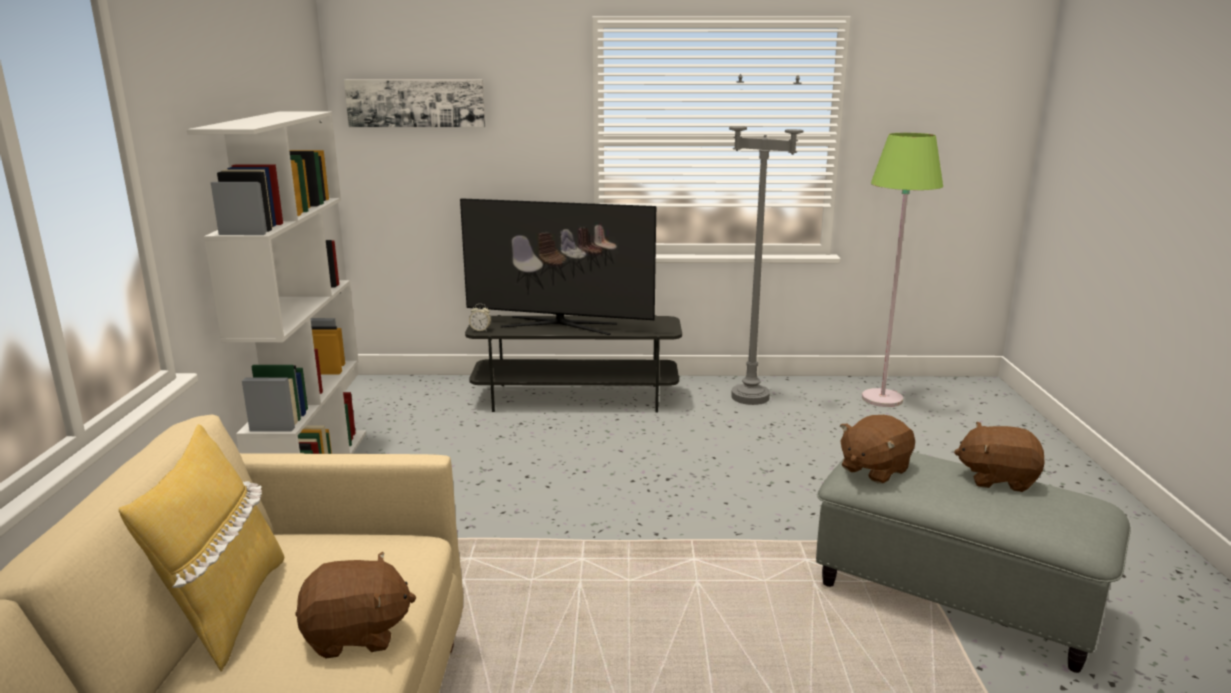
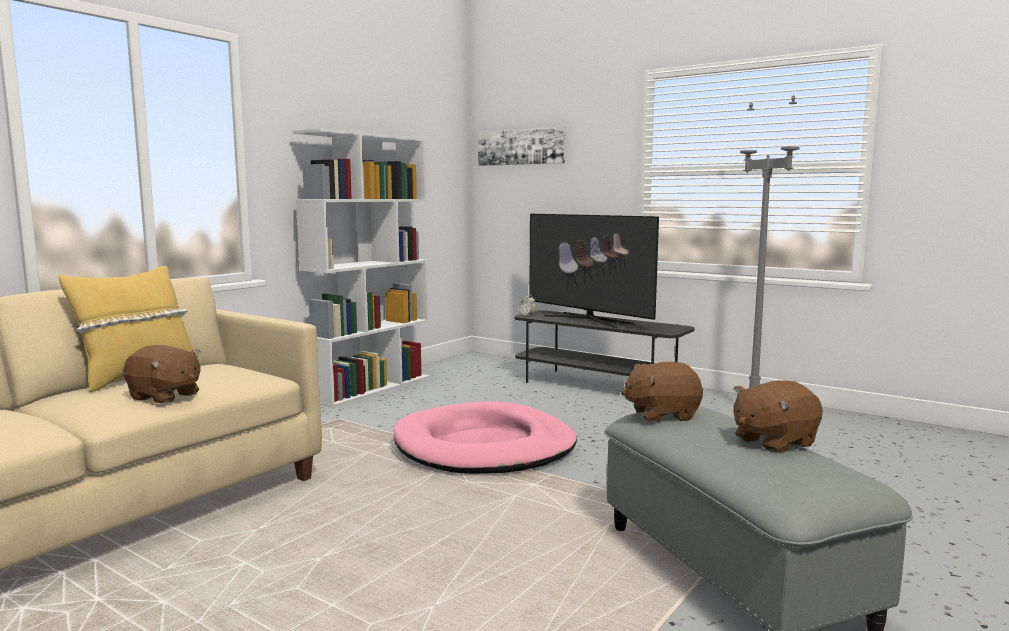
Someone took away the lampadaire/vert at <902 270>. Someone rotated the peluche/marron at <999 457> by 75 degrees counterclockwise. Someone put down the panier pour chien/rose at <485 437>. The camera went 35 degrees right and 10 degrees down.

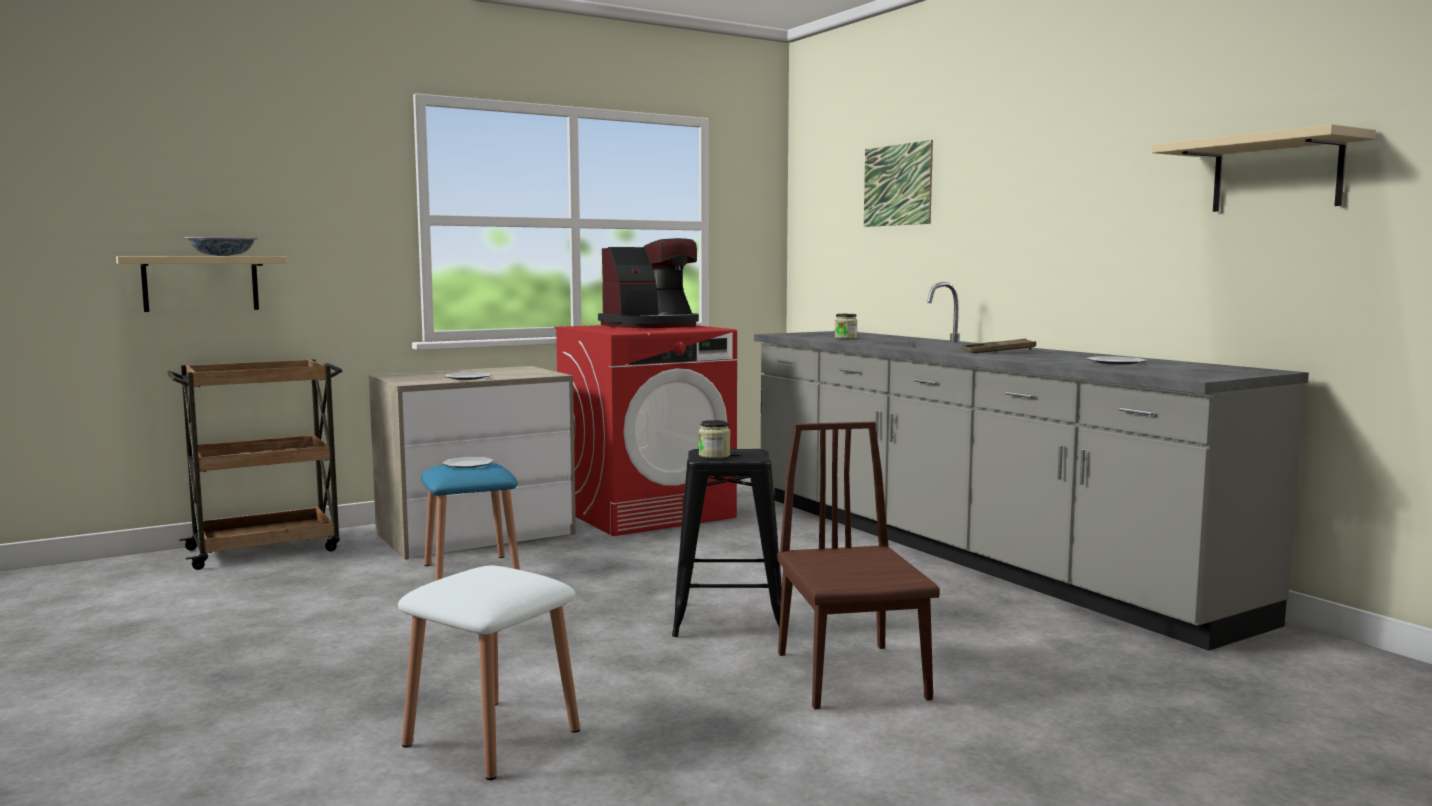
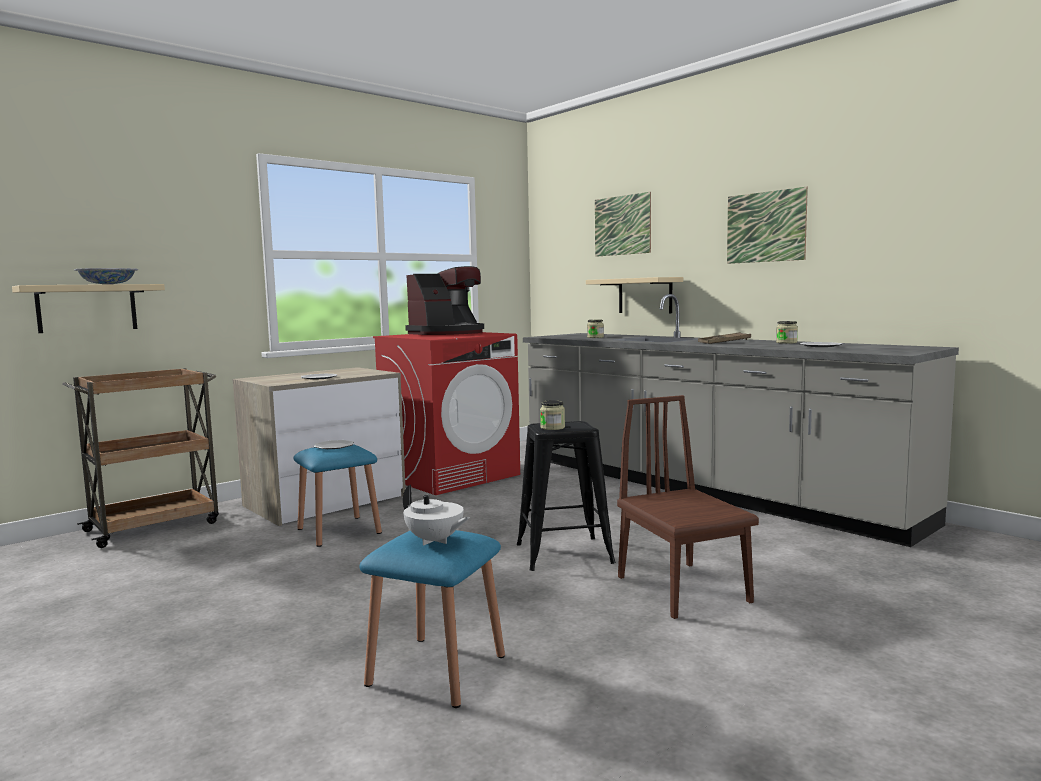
Someone carried the étagère/beige from <1264 168> to <634 295>. Someone repainted the tabouret/blanc at <489 673>, which became the tabouret/bleu at <432 619>. Someone put up the tableau at <767 225>. Someone put down the bocal at <787 332>. Someone put down the théière/blanc at <436 515>. The camera went 10 degrees left and 0 degrees up.

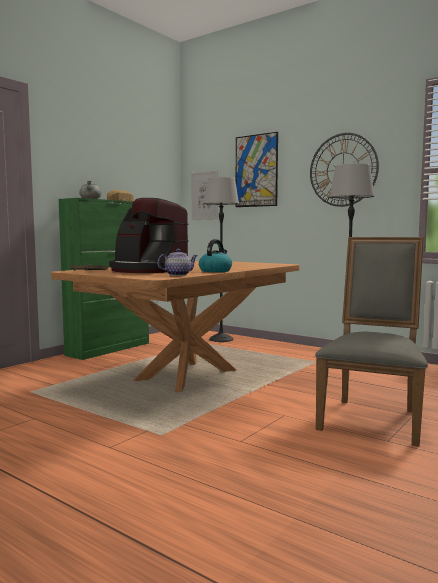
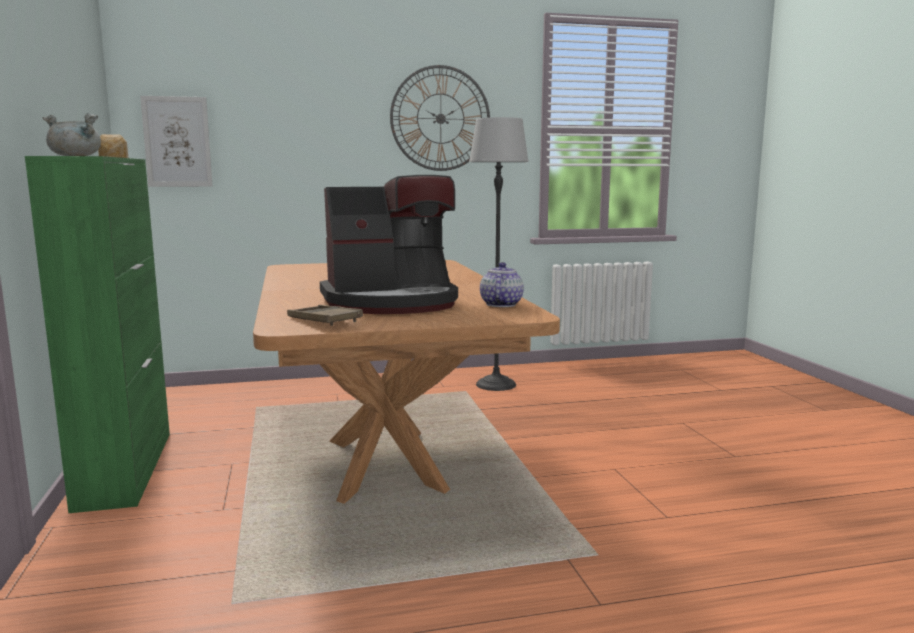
Someone took away the tableau at <256 169>. Someone took away the lampadaire at <221 259>. Someone took away the chaise/gris at <371 341>. Someone took away the bouilloire at <215 255>. The camera went 50 degrees left and 5 degrees up.

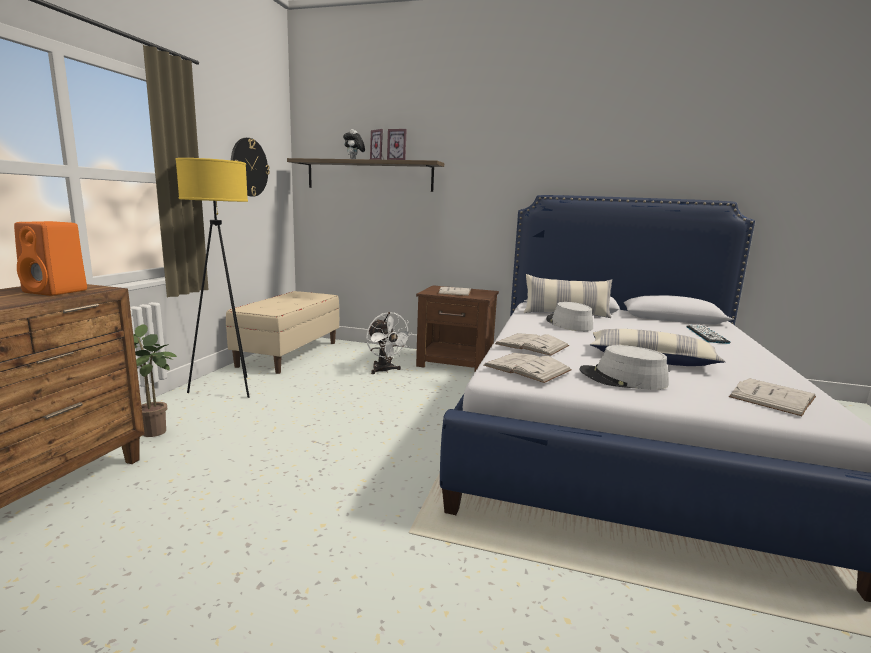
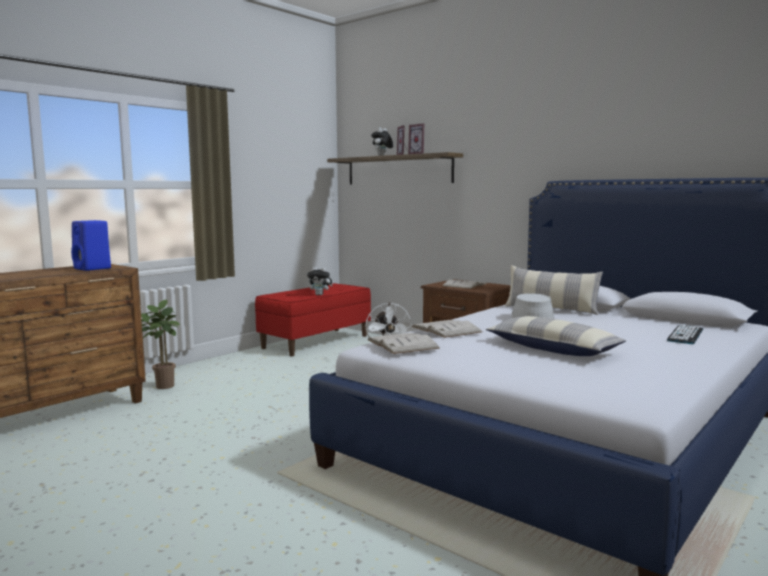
Someone took away the horloge murale at <250 167>. Someone took away the lampadaire/jaune at <212 278>. Someone repainted the enceinte/orange at <50 258>, which became the enceinte/bleu at <91 245>. Someone repainted the banc/beige at <282 332>, which became the banc/rouge at <313 319>. Someone took away the chapeau/gris at <624 367>. Someone took away the livre/blanc at <772 397>. Someone put down the peluche at <320 281>. The camera went 25 degrees right and 5 degrees down.

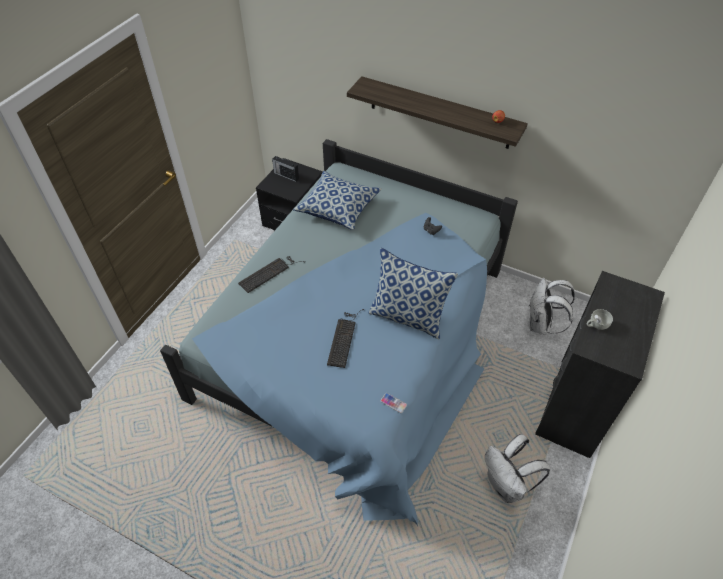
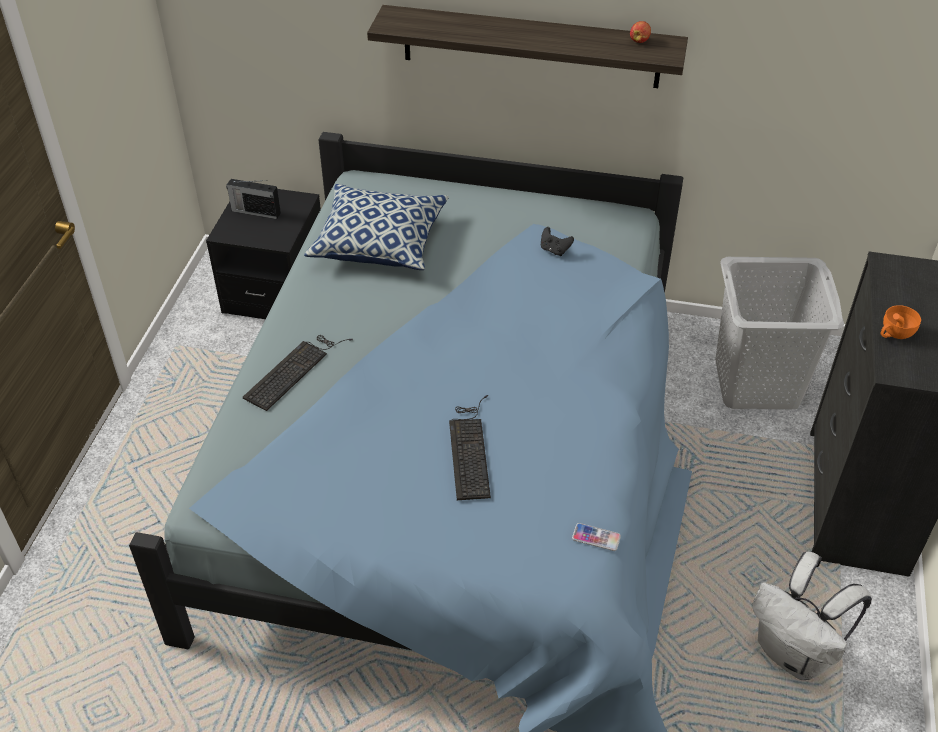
Someone took away the coussin at <413 294>. Someone swapped the sac à dos/blanc at <552 306> for the panier à linge/gris at <779 333>. Someone repainted the tasse/blanc at <600 319>, which became the tasse/orange at <901 322>. The camera went 15 degrees left and 5 degrees down.

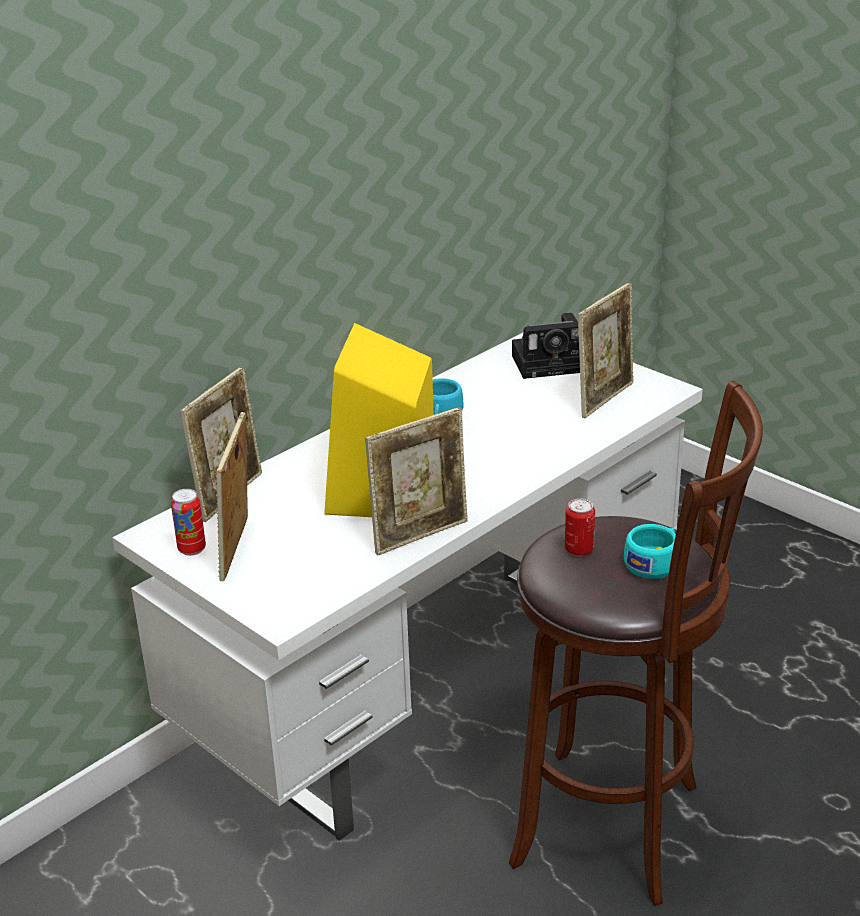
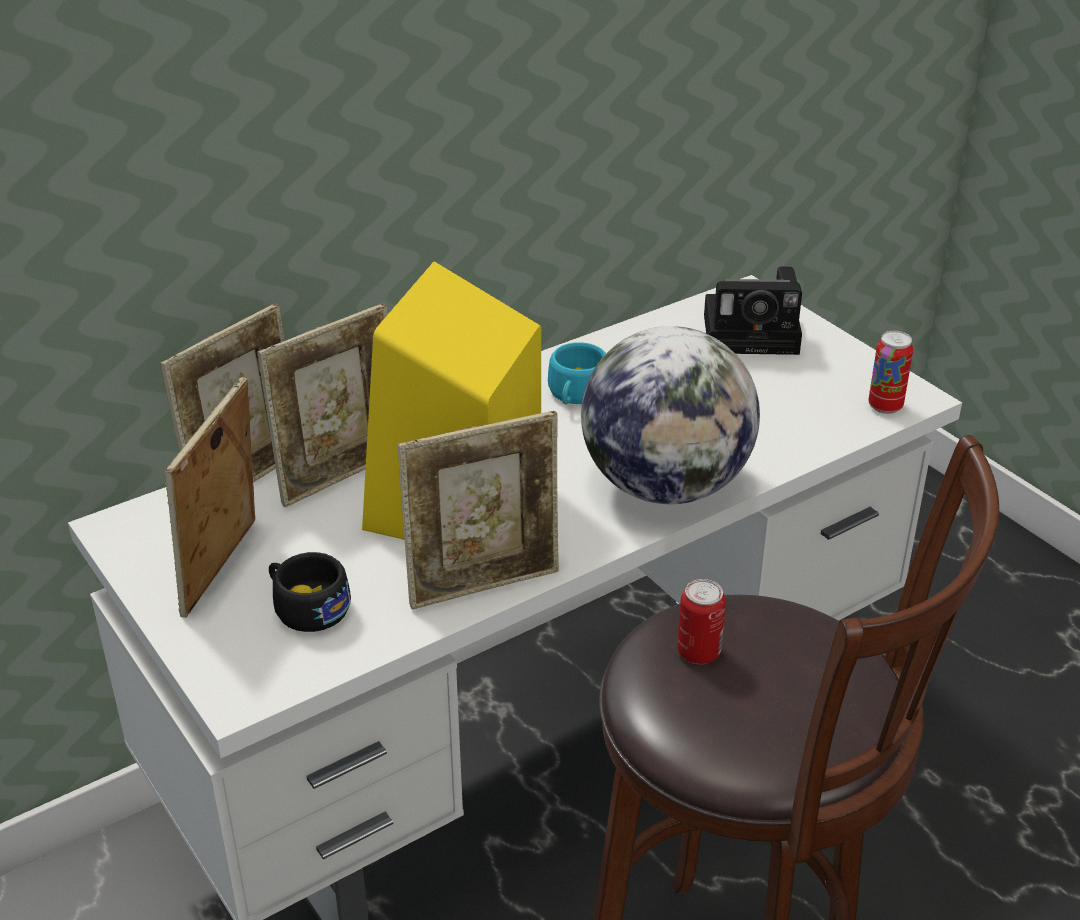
Someone carried the cadre photo from <606 350> to <322 405>. Someone carried the boîte métallique from <188 522> to <890 372>. Someone took away the tasse/turquoise at <650 551>. Someone put down the globe at <670 415>. Someone put down the tasse/noir at <310 592>. The camera went 10 degrees right and 5 degrees up.

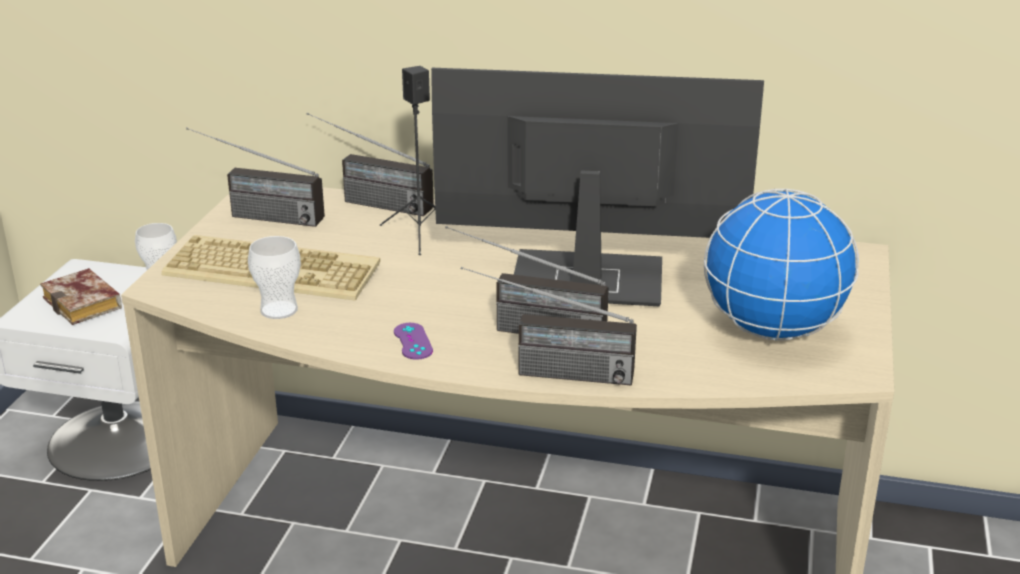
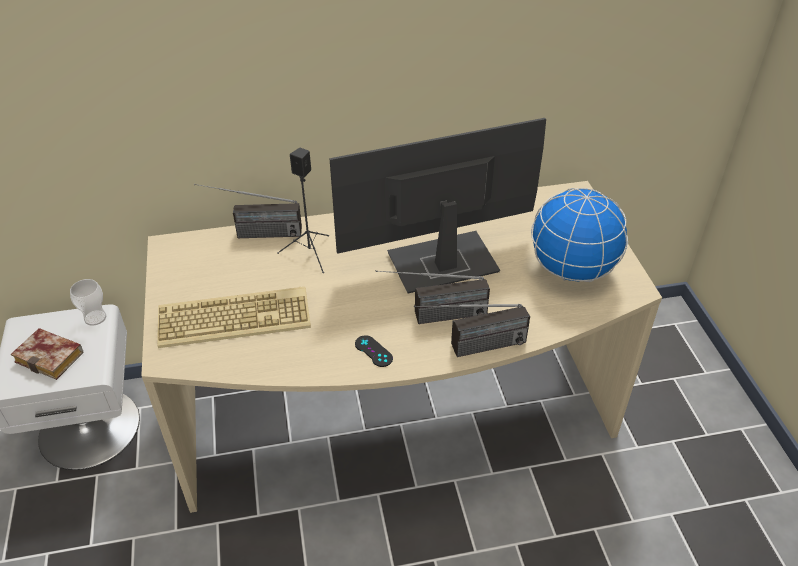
Someone took away the radio at <255 177>. Someone took away the tasse at <274 277>. Someone repainted the manette/violet at <413 341>, which became the manette/noir at <374 351>. The camera went 25 degrees left and 15 degrees up.

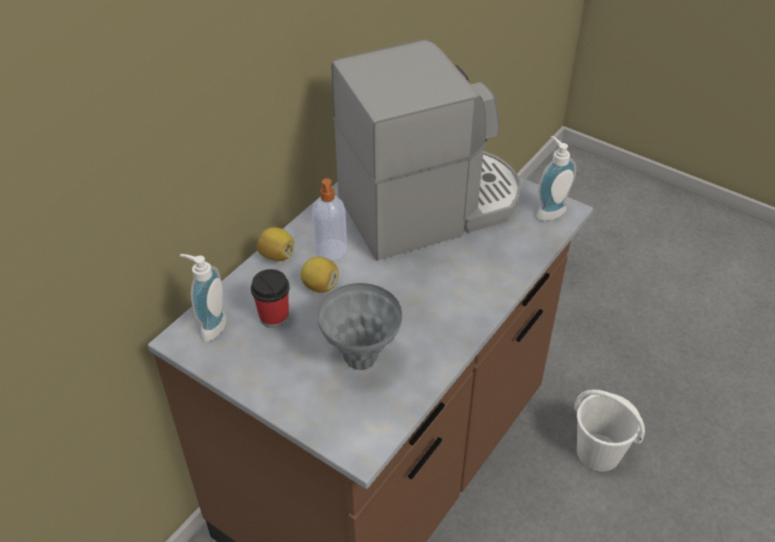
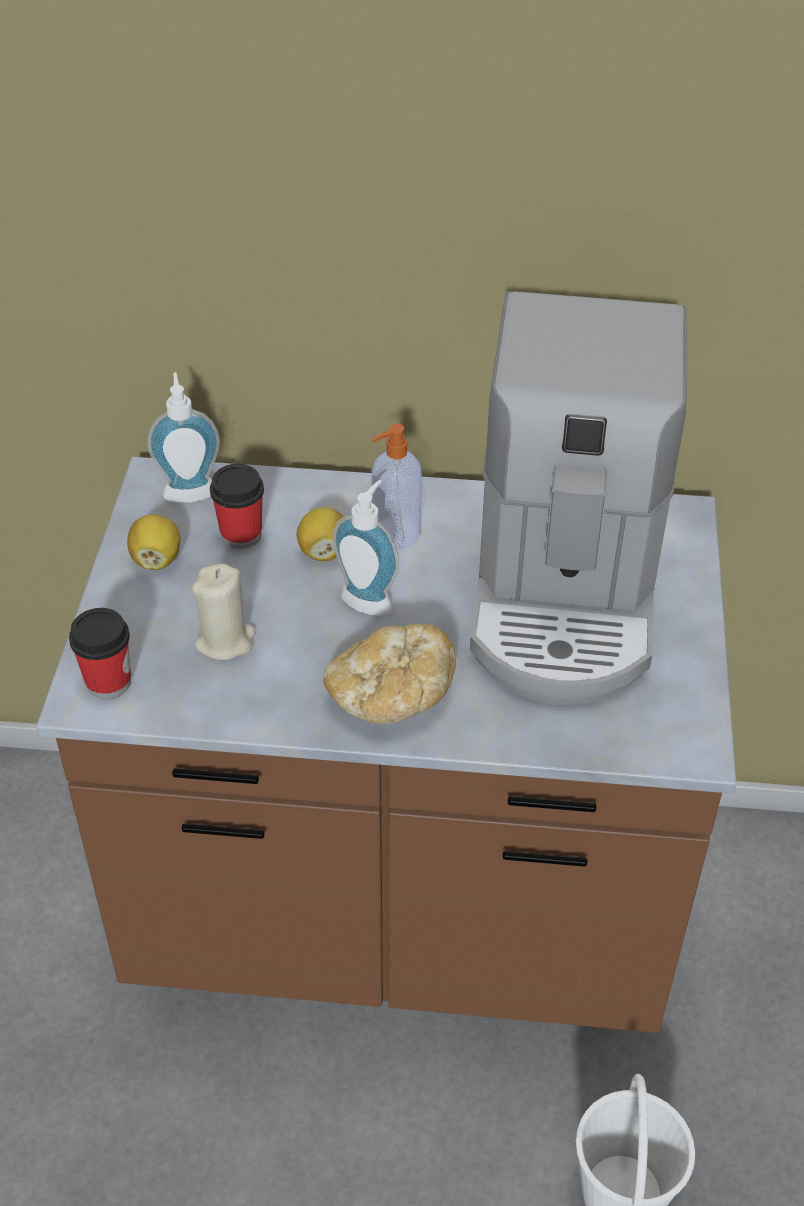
Someone rotated the machine à café at <426 149> by 60 degrees clockwise. Someone carried the distributeur de savon from <556 178> to <365 548>. Someone carried the citron from <275 244> to <154 542>. Someone swapped the vase/gris at <359 326> for the bougie/beige at <224 612>. Someone put down the tasse at <100 653>. Someone put down the pain at <389 673>. The camera went 60 degrees right and 0 degrees up.

